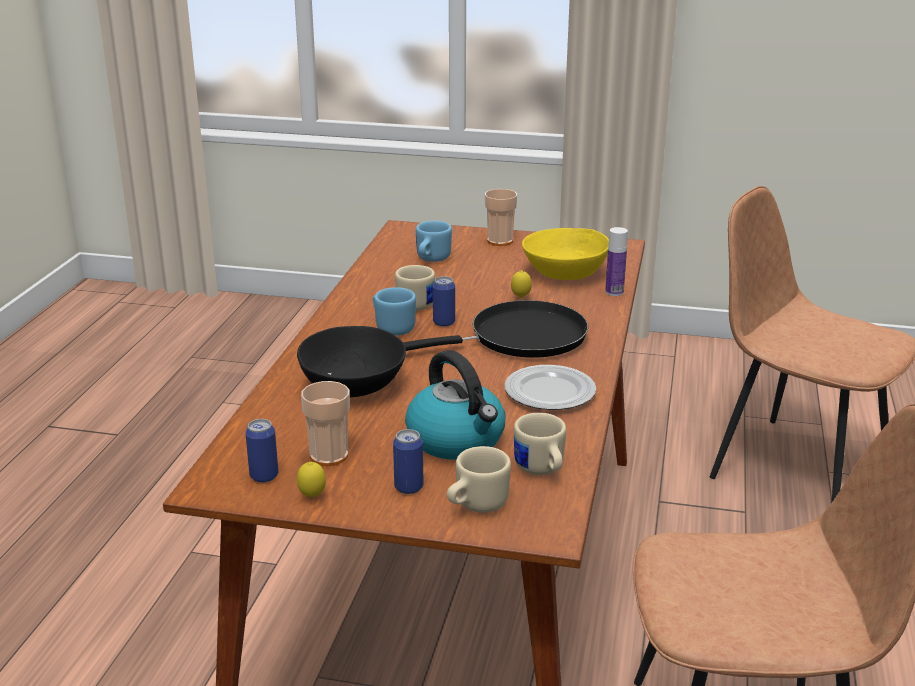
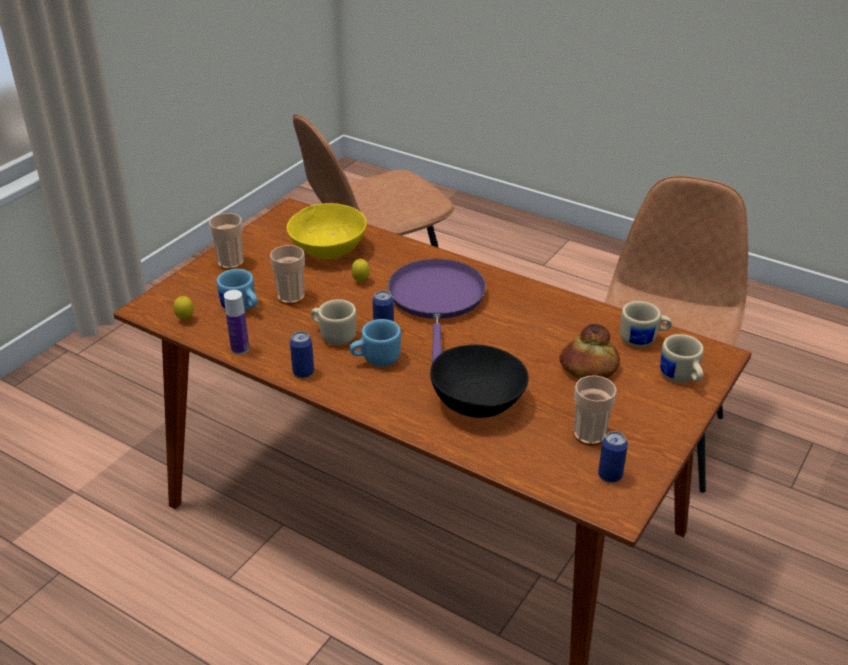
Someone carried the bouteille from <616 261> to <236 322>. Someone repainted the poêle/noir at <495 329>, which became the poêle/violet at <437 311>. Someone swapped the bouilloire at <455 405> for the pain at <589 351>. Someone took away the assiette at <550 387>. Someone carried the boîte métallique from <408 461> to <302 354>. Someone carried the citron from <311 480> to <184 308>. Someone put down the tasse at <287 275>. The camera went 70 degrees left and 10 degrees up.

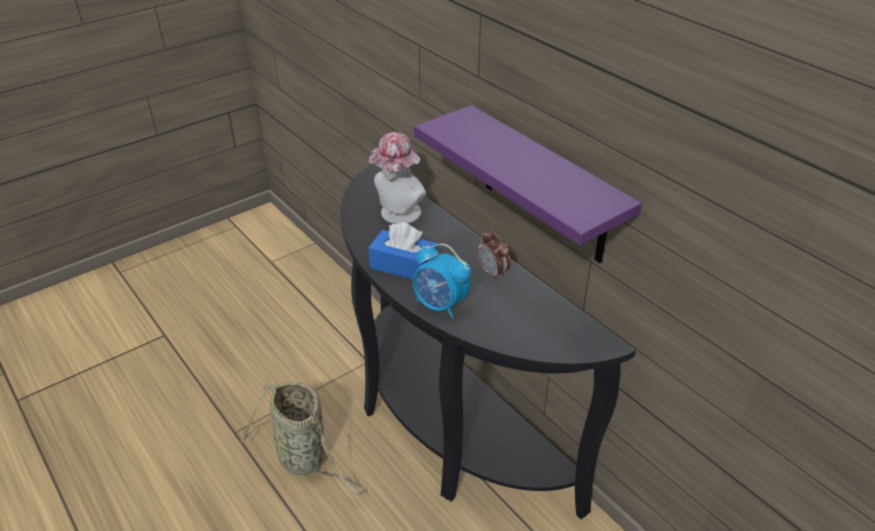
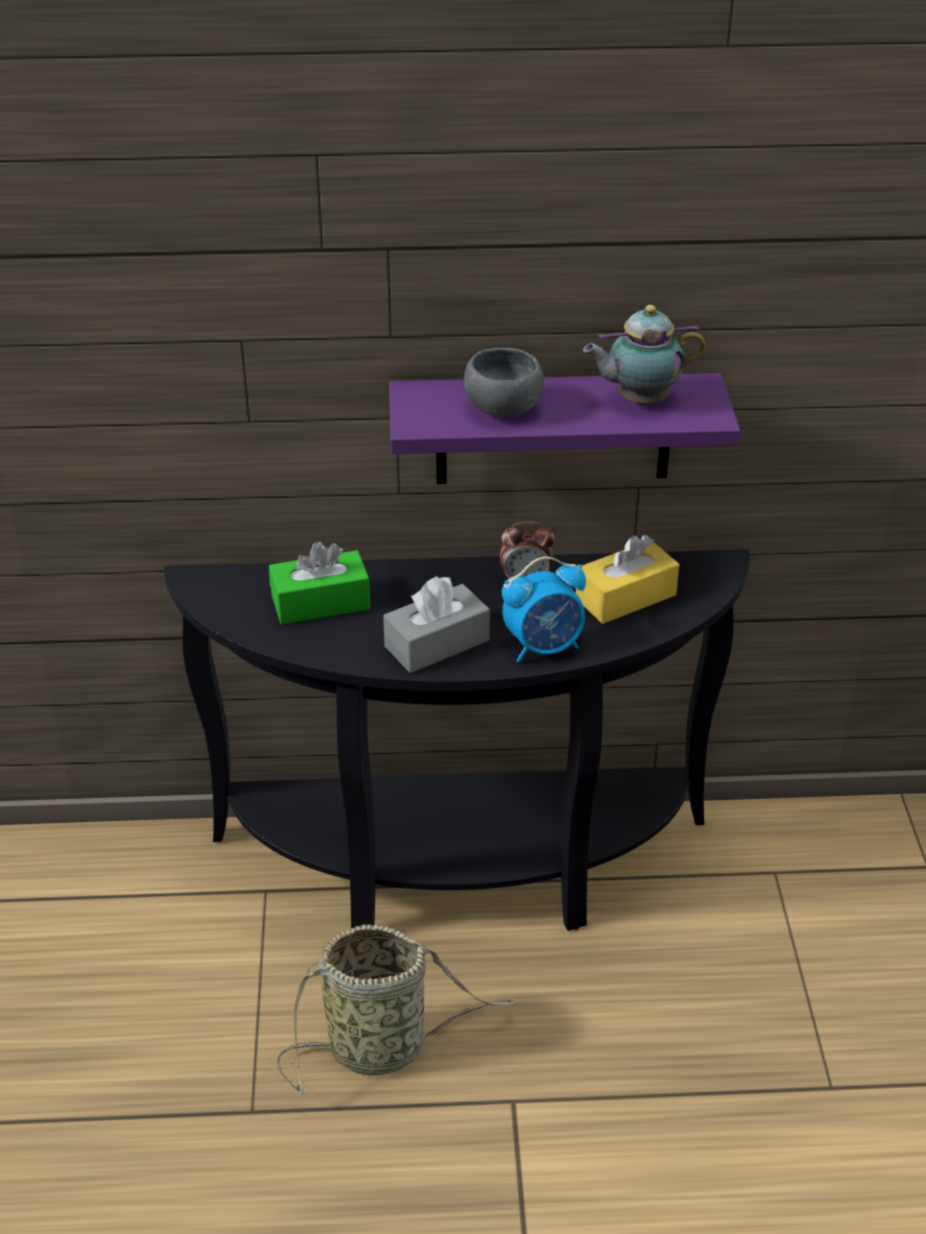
Someone swapped the chapeau at <397 178> for the boîte à mouchoirs/vert at <319 583>. Someone repainted the boîte à mouchoirs/bleu at <403 251>, which became the boîte à mouchoirs/gris at <436 624>. Someone put down the théière at <644 354>. Someone put down the bol/gris at <504 382>. Someone put down the boîte à mouchoirs/jaune at <627 579>. The camera went 55 degrees left and 0 degrees up.

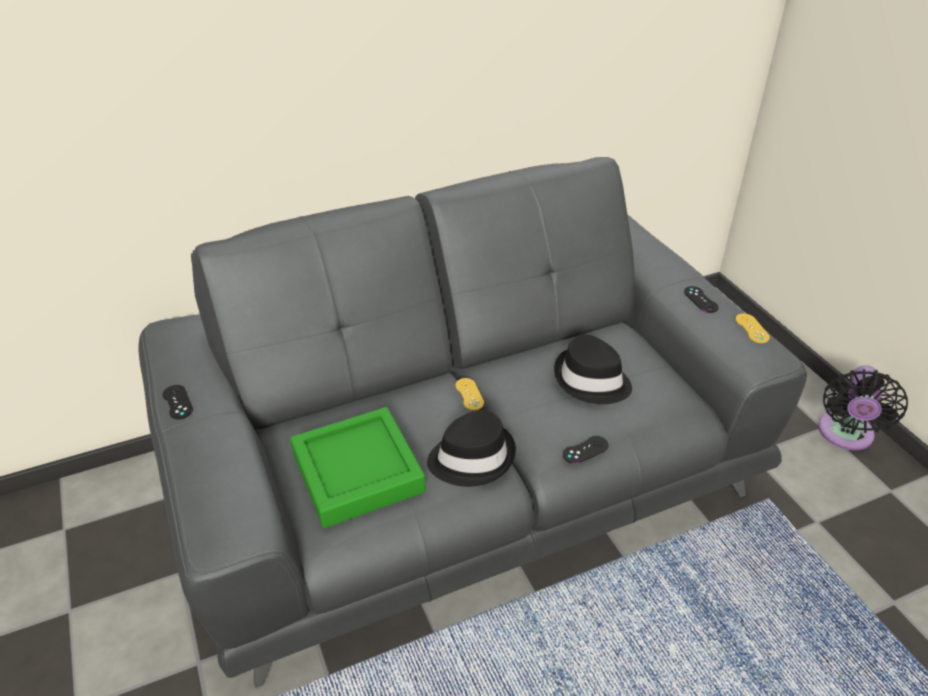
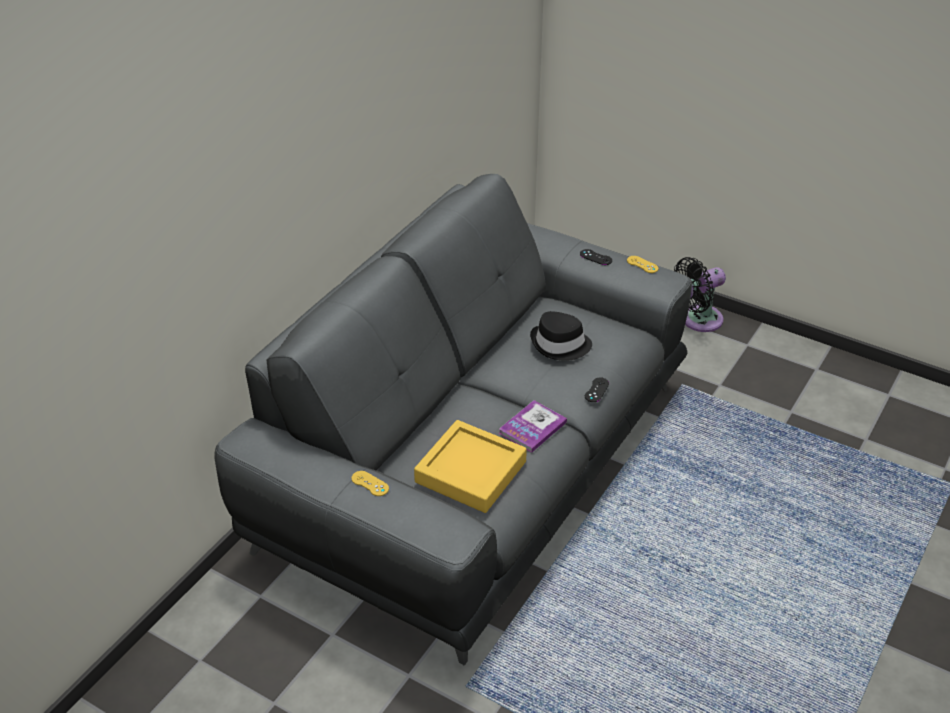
Someone rotated the ventilateur/noir at <863 408> by 75 degrees clockwise. Someone carried the manette/jaune from <469 394> to <370 483>. Someone took away the manette/noir at <178 402>. Someone repainted the plateau/vert at <358 467>, which became the plateau/jaune at <470 466>. Someone swapped the chapeau/noir at <471 448> for the livre at <533 426>. The camera went 35 degrees left and 0 degrees up.

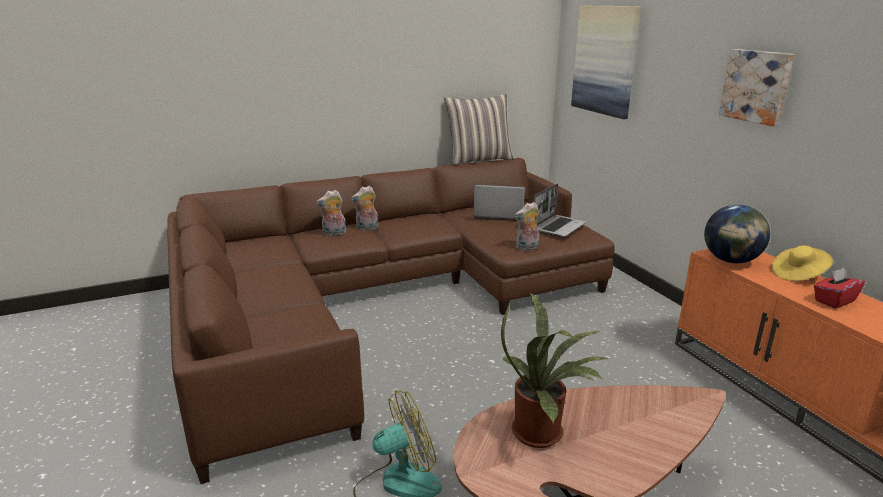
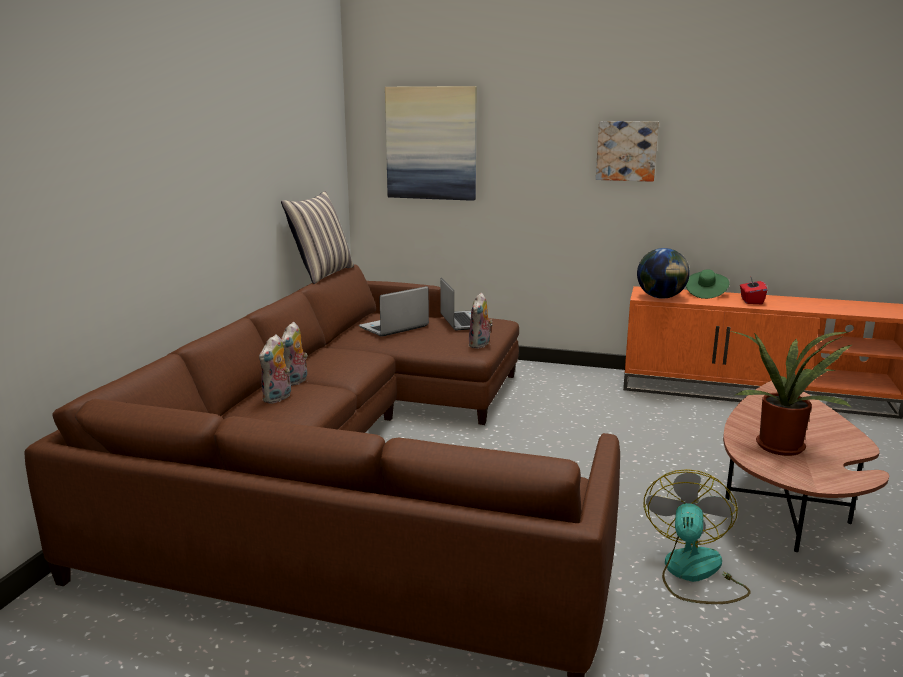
Someone repainted the chapeau/jaune at <802 263>, which became the chapeau/vert at <707 284>. The camera went 50 degrees left and 5 degrees down.

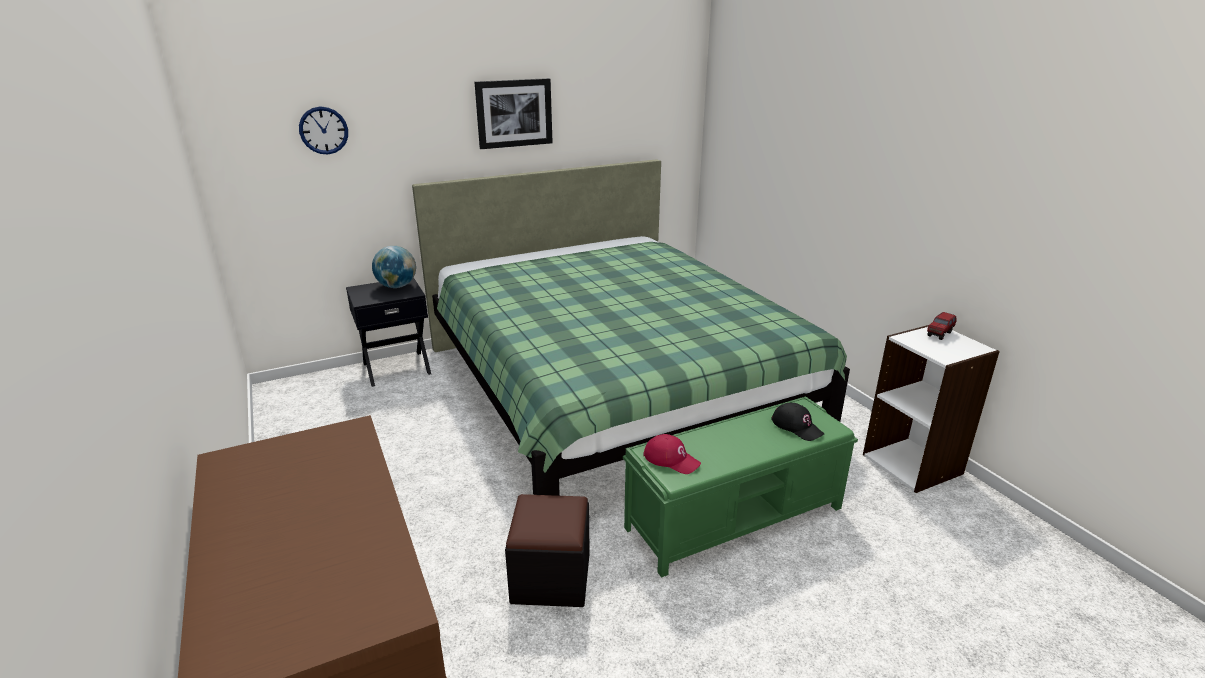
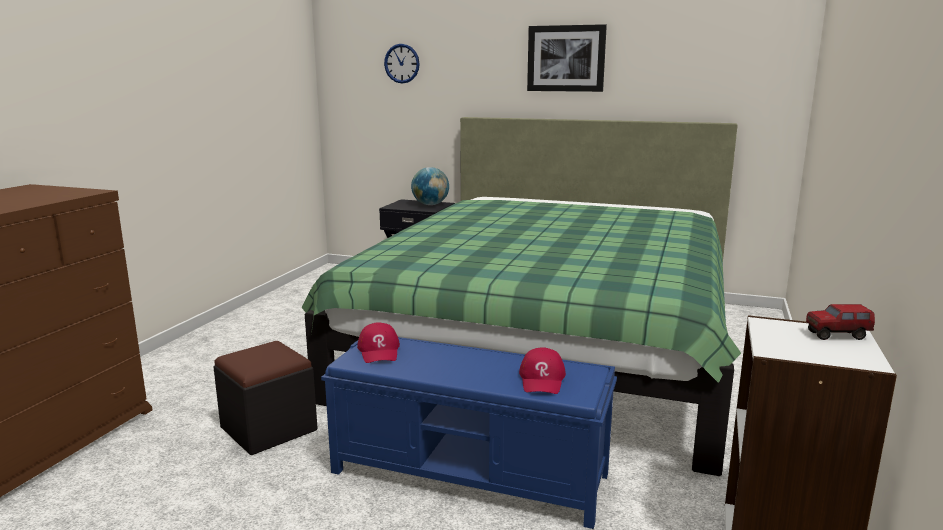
Someone repainted the banc/vert at <740 487>, which became the banc/bleu at <469 433>. Someone repainted the casquette/noir at <797 422>, which became the casquette/rouge at <542 370>. The camera went 45 degrees right and 10 degrees down.

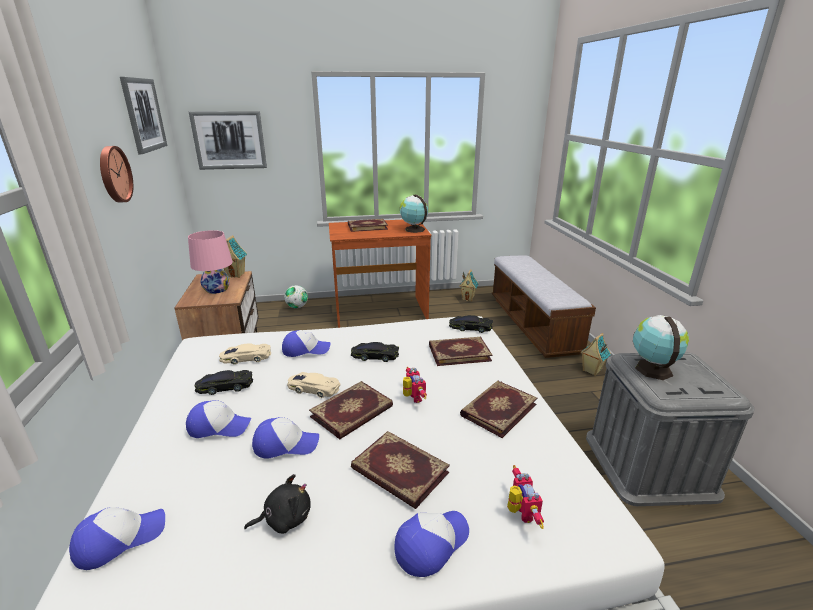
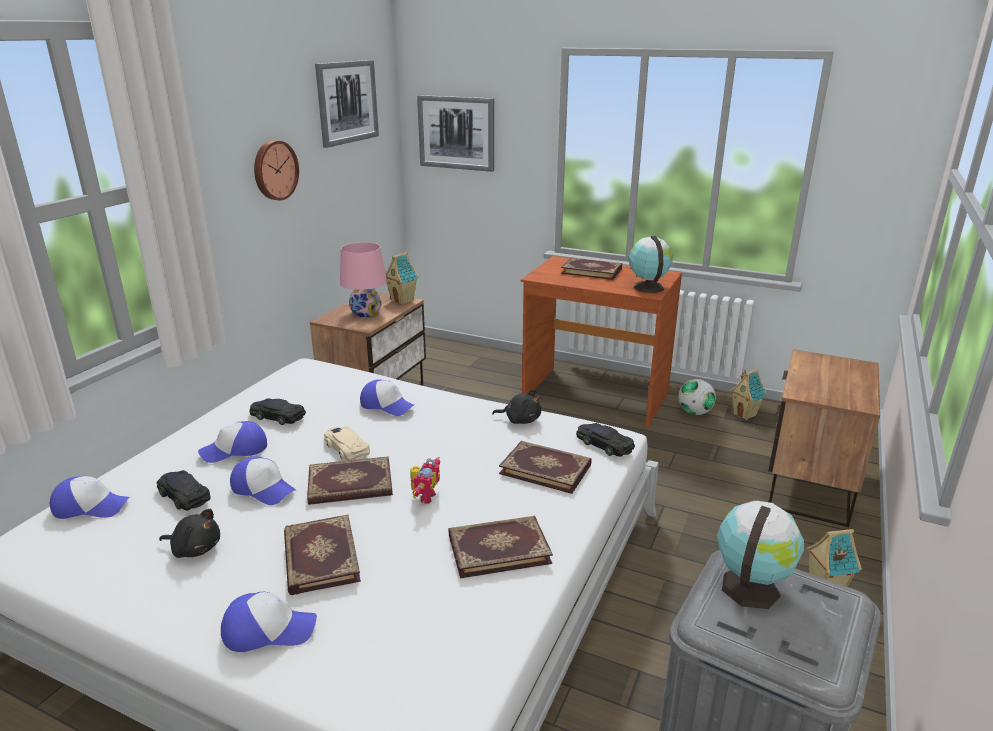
Someone swapped the banc at <544 307> for the table de chevet at <824 438>. Someone carried the ballon de foot from <296 296> to <697 397>. Someone carried the petite voiture/noir from <375 352> to <183 490>. Someone took away the petite voiture/beige at <245 354>. Someone rotated the casquette at <218 419> by 120 degrees clockwise. Someone took away the robot jouet at <525 497>. Someone put down the peluche/noir at <516 406>. The camera went 35 degrees right and 0 degrees up.

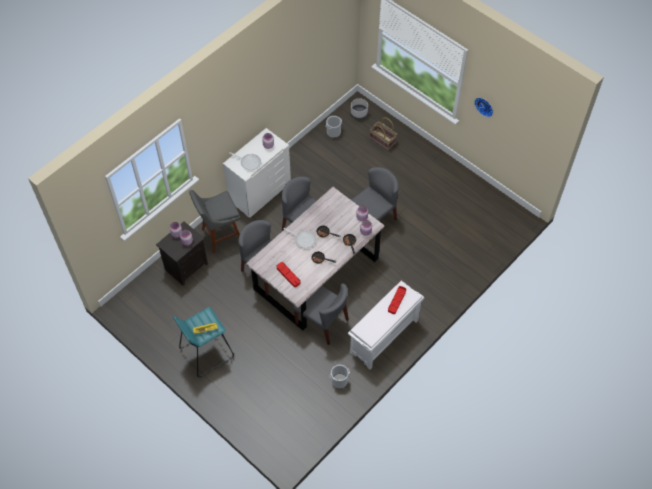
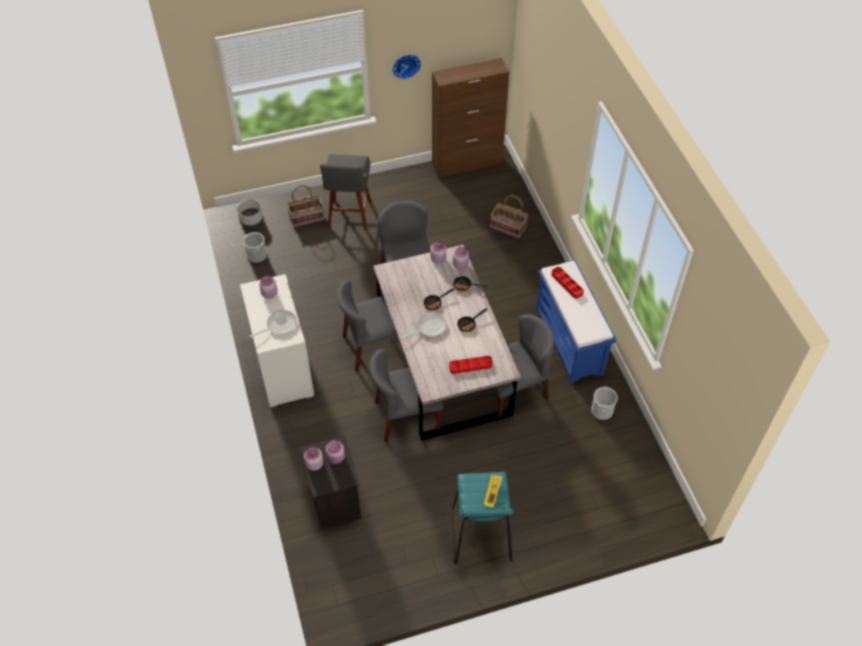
Someone carried the tabouret/gris from <215 221> to <346 192>. Someone repainted the banc/blanc at <386 325>, which became the banc/bleu at <576 322>. Someone put down the meuble de rangement/marron at <470 118>. Someone put down the panier at <509 216>. The camera went 60 degrees left and 5 degrees down.

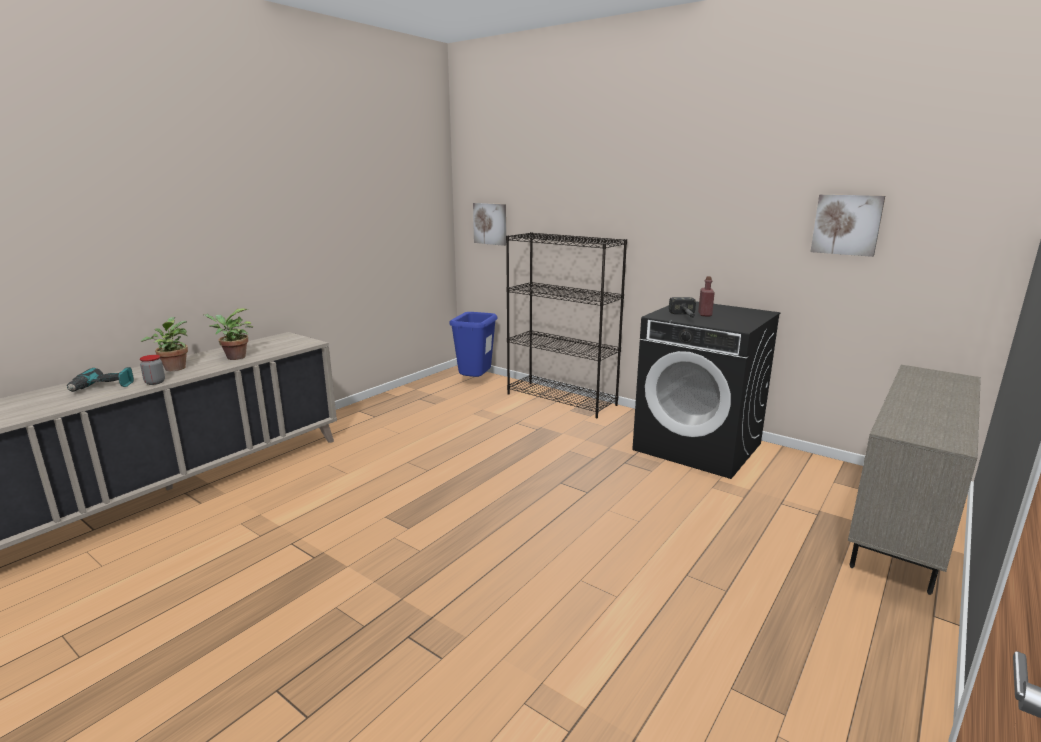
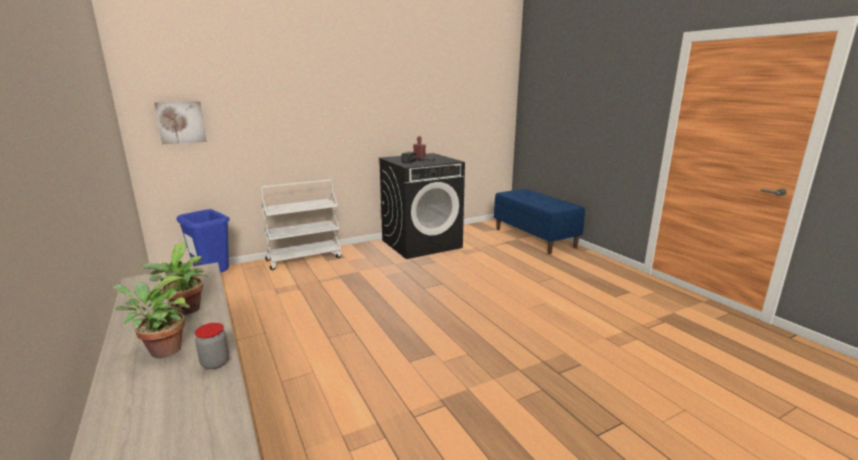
Someone took away the tableau at <847 225>. Someone swapped the bibliothèque/noir at <566 325> for the chariot/blanc at <301 225>. Someone swapped the meuble de rangement/beige at <914 480> for the banc/bleu at <539 221>. Someone took away the perceuse at <100 379>. The camera went 65 degrees left and 0 degrees up.

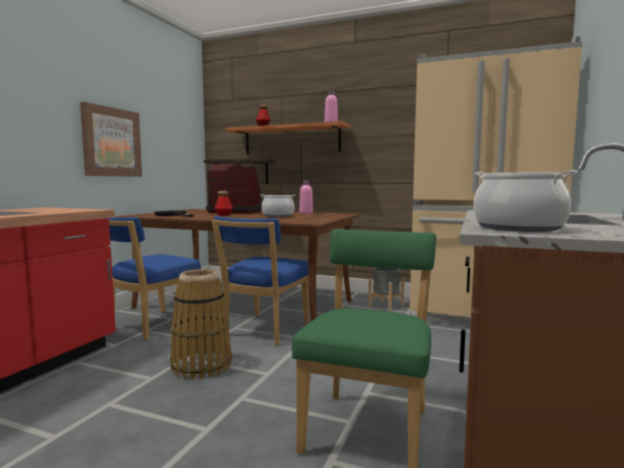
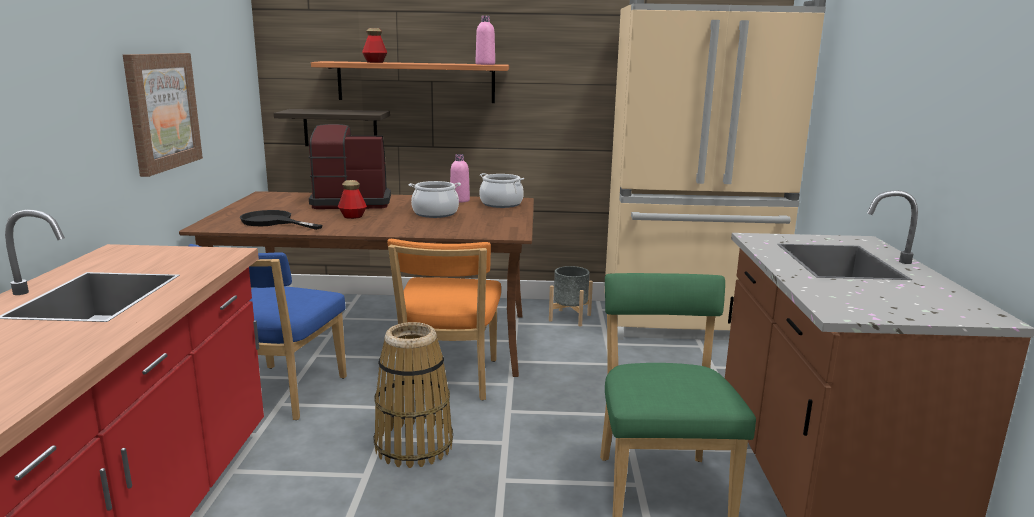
Someone carried the marmite from <526 201> to <501 190>. Someone repainted the chaise/bleu at <260 281>, which became the chaise/orange at <444 319>. The camera went 20 degrees left and 10 degrees up.

